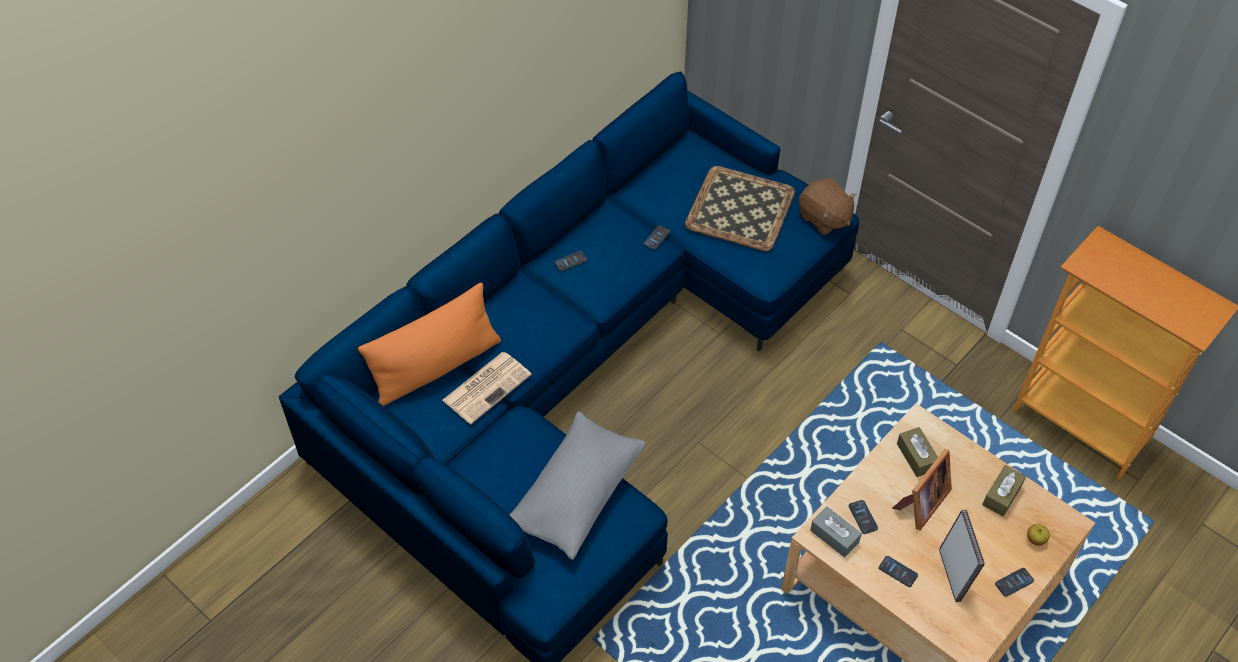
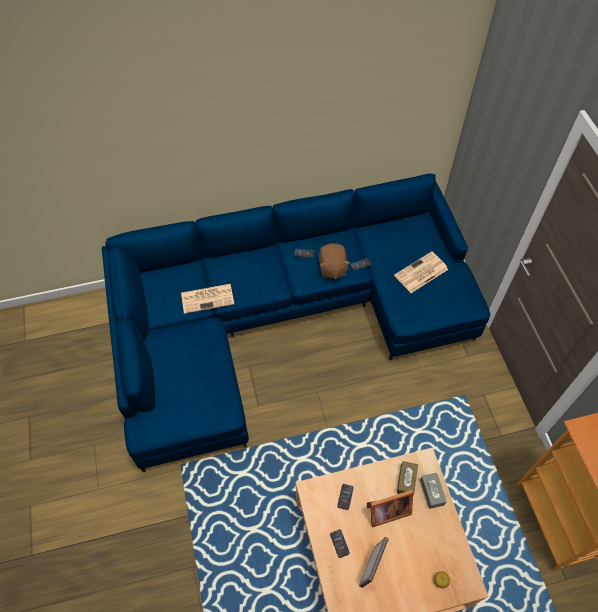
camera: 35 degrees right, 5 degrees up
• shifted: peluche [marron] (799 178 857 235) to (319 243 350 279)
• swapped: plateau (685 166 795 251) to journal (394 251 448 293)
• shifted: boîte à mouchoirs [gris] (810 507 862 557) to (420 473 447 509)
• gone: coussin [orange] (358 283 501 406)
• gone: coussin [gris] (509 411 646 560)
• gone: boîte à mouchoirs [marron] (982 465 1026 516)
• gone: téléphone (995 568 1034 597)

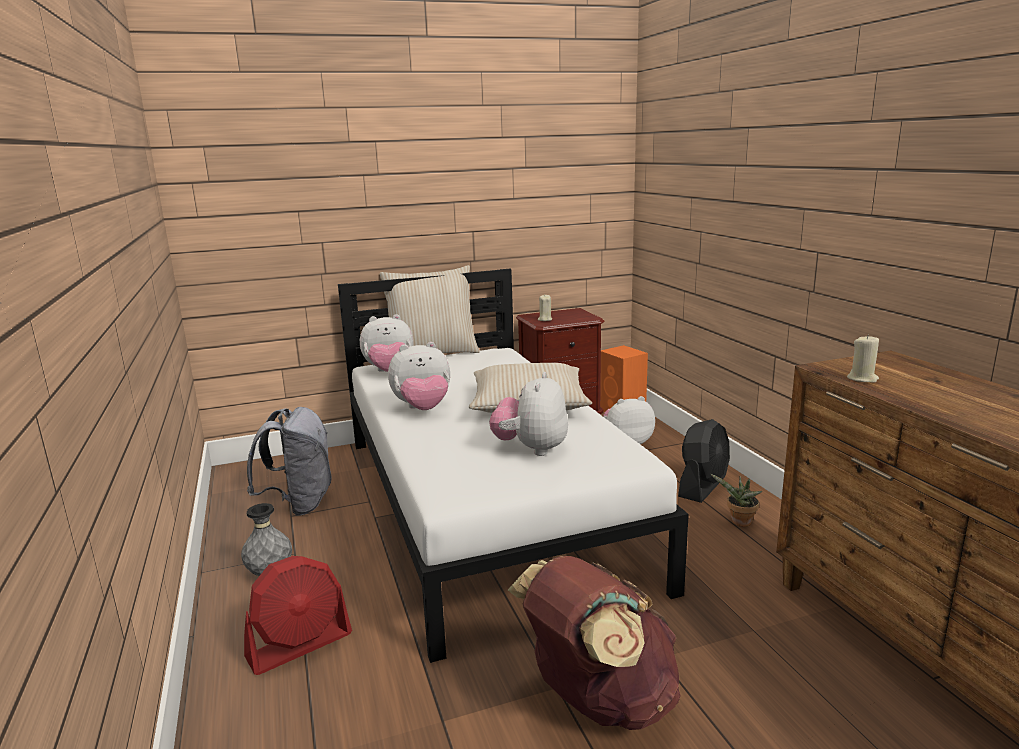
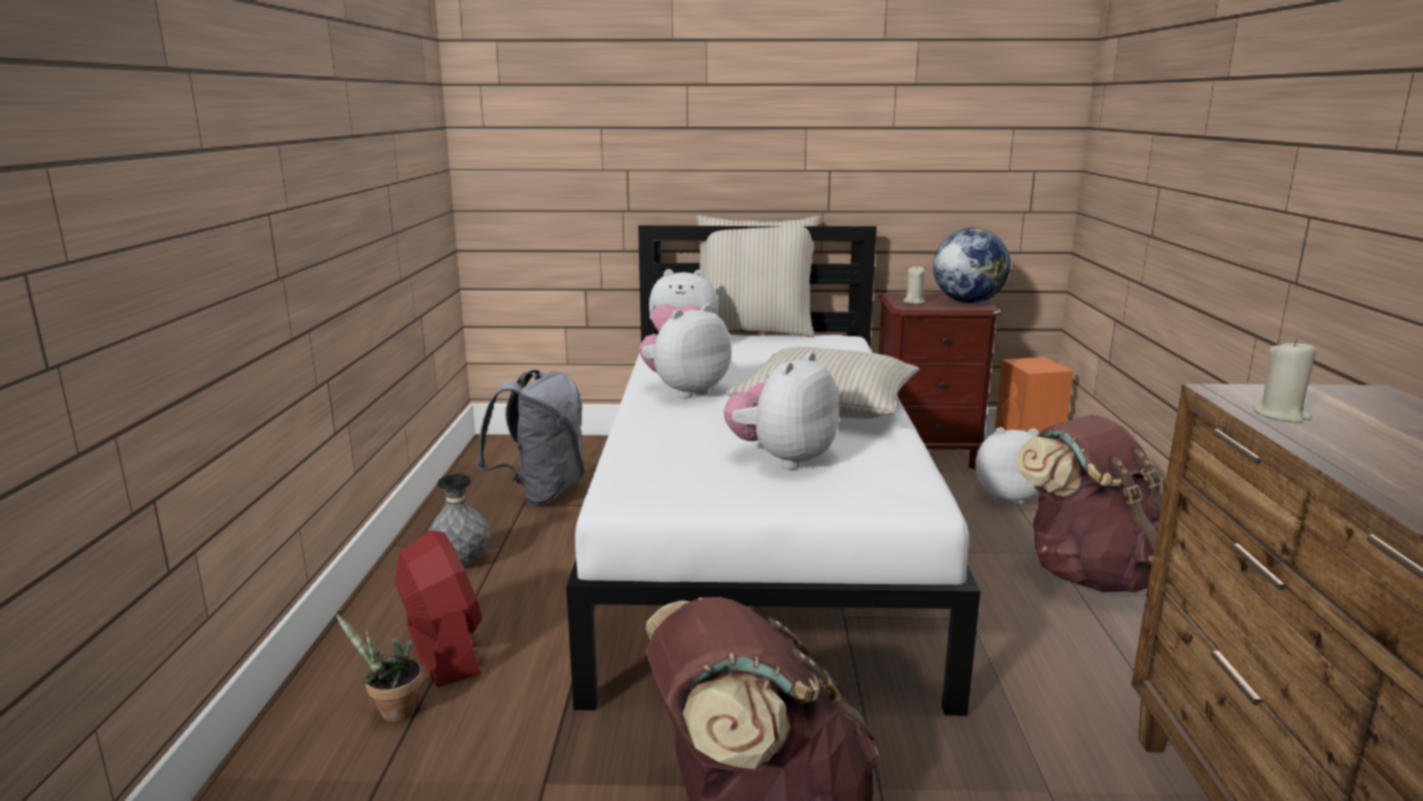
camera: 20 degrees right, 0 degrees up
• shifted: plante en pot (711 474 763 527) to (336 614 423 722)
• rotated: ventilateur [rouge] (244 556 352 675) = (395 530 482 687) 105 degrees counterclockwise
• rotated: peluche (388 342 450 410) = (639 304 731 398) 135 degrees clockwise
• new: globe (933 228 1011 303)
• swapped: ventilateur [noir] (678 419 730 503) to sac à dos [marron] (1015 415 1163 592)

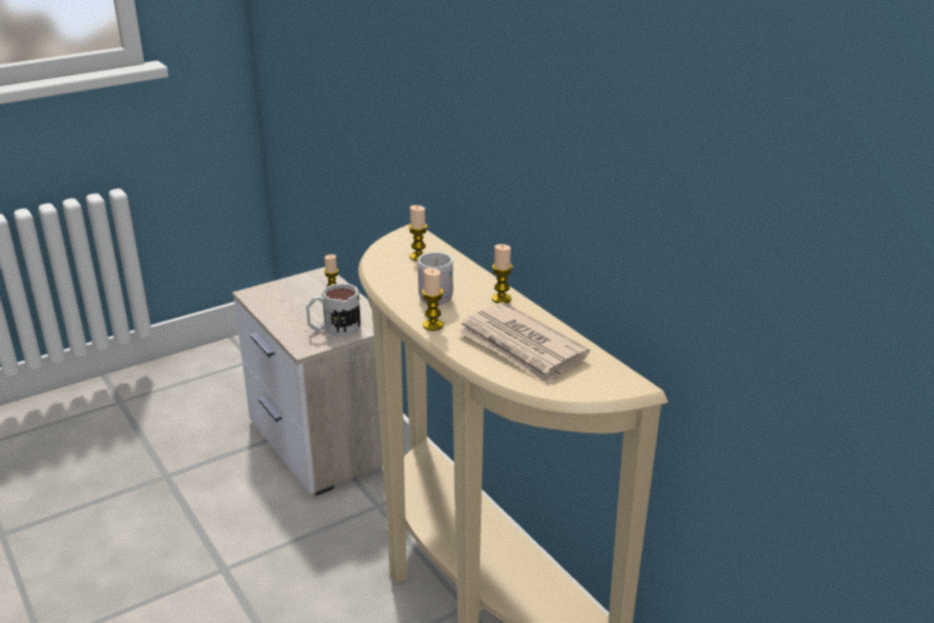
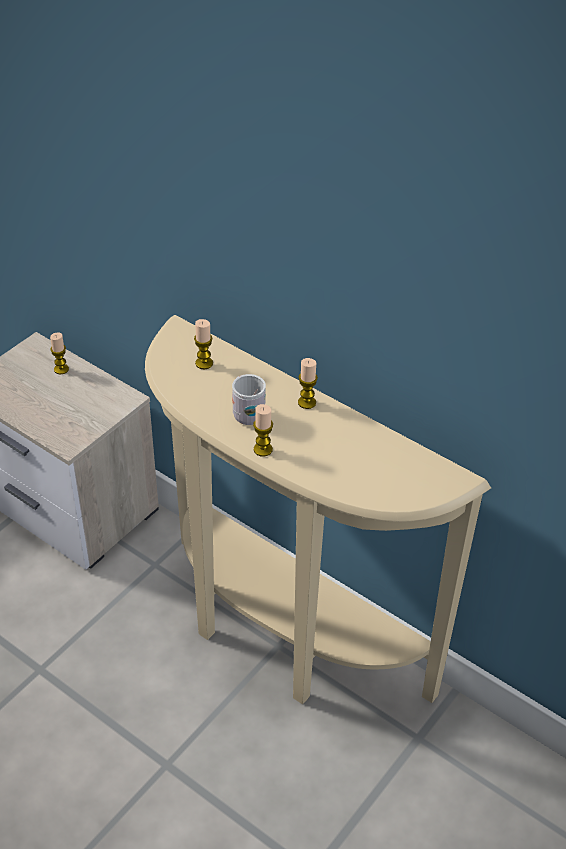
camera: 20 degrees left, 15 degrees up
• gone: mug (306 283 361 337)
• gone: journal (458 302 590 384)

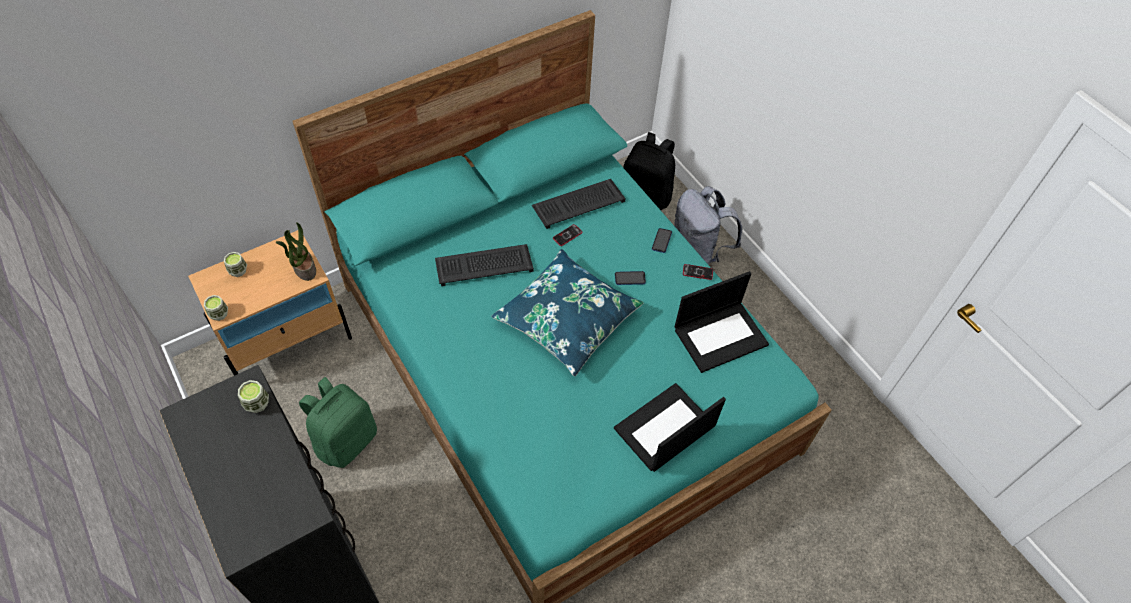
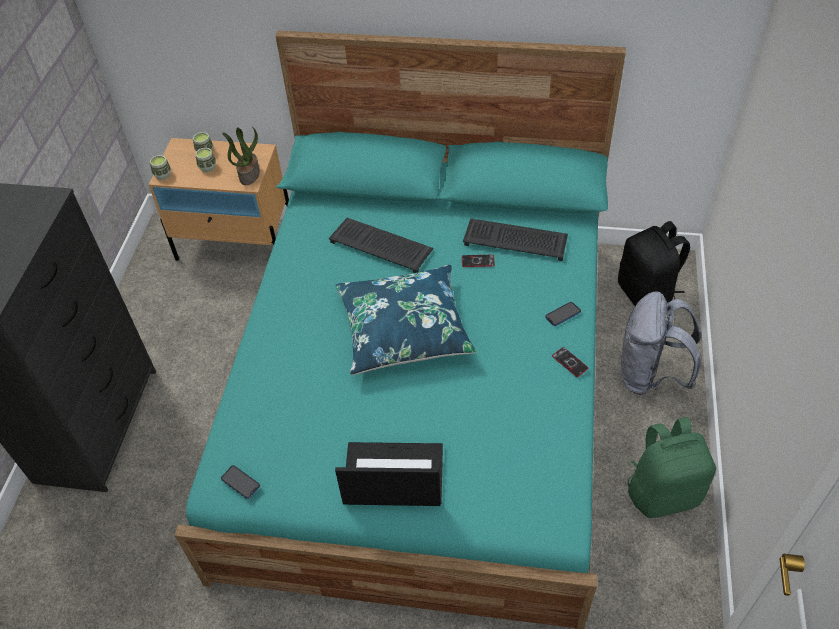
camera: 45 degrees right, 5 degrees down
• shifted: tasse (238 380 269 413) to (195 148 216 173)
• shifted: téléphone (615 271 646 285) to (221 465 260 499)
• shifted: sac à dos [vert] (299 377 377 468) to (628 417 716 518)
• gone: ordinateur portable (675 271 769 373)

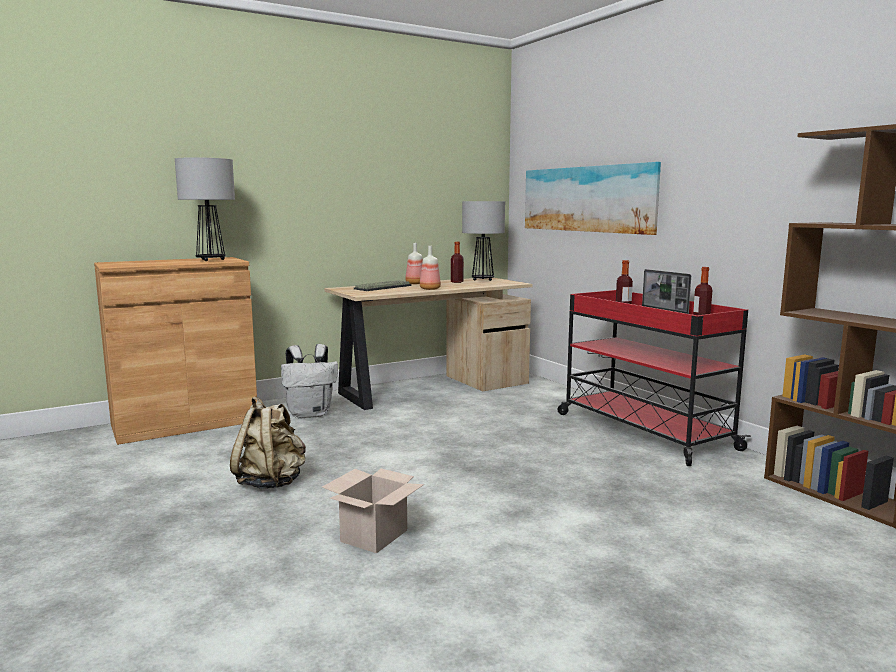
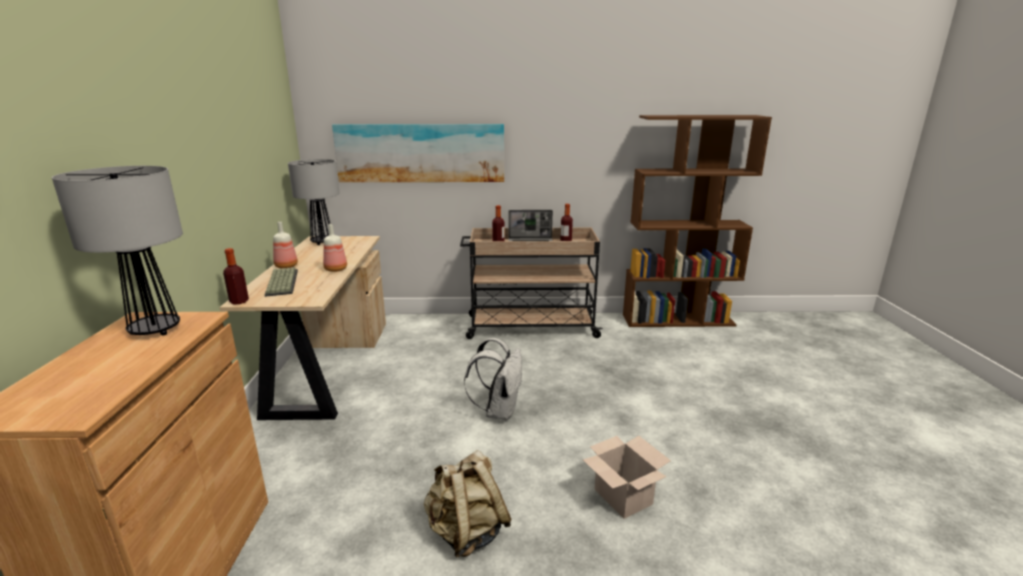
camera: 60 degrees left, 10 degrees up
• shifted: bouteille (451 242 464 283) to (223 248 249 304)
• repainted: chariot [rouge] (557 290 751 466) to chariot [beige] (460 228 603 339)
• shifted: sac à dos [blanc] (281 344 338 418) to (464 338 522 421)

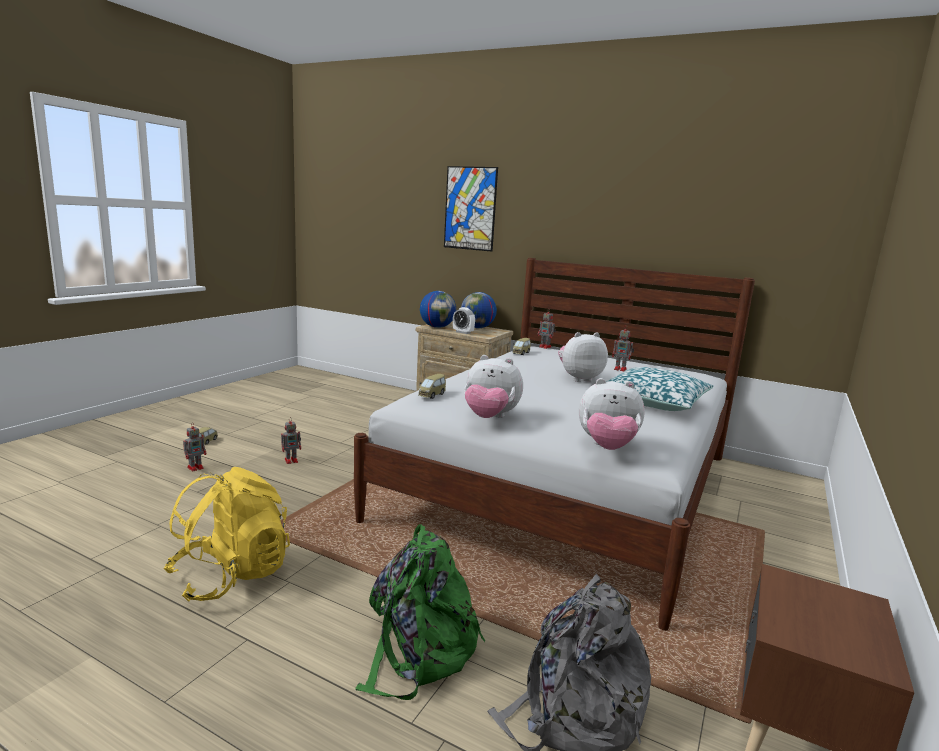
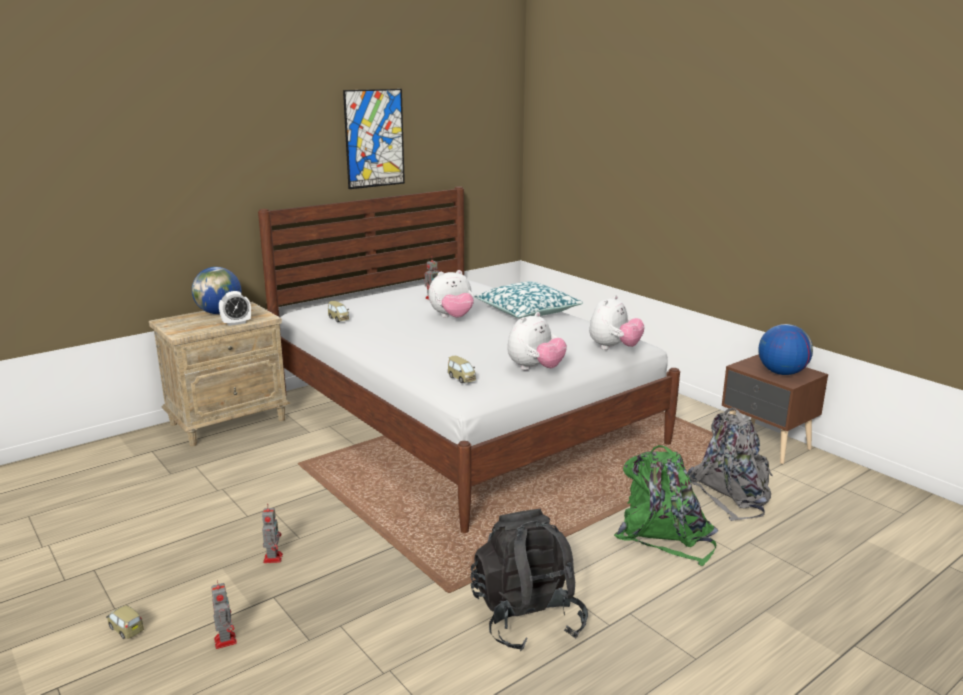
camera: 65 degrees left, 5 degrees up
• shifted: tableau (444 166 498 252) to (343 89 405 189)
• rotated: peluche (559 332 608 382) = (428 270 474 318) 120 degrees counterclockwise
• repainted: sac à dos [jaune] (163 467 290 602) to sac à dos [noir] (471 509 588 652)
• shifted: globe (420 291 456 328) to (758 324 813 375)
• gone: robot jouet (537 309 556 349)

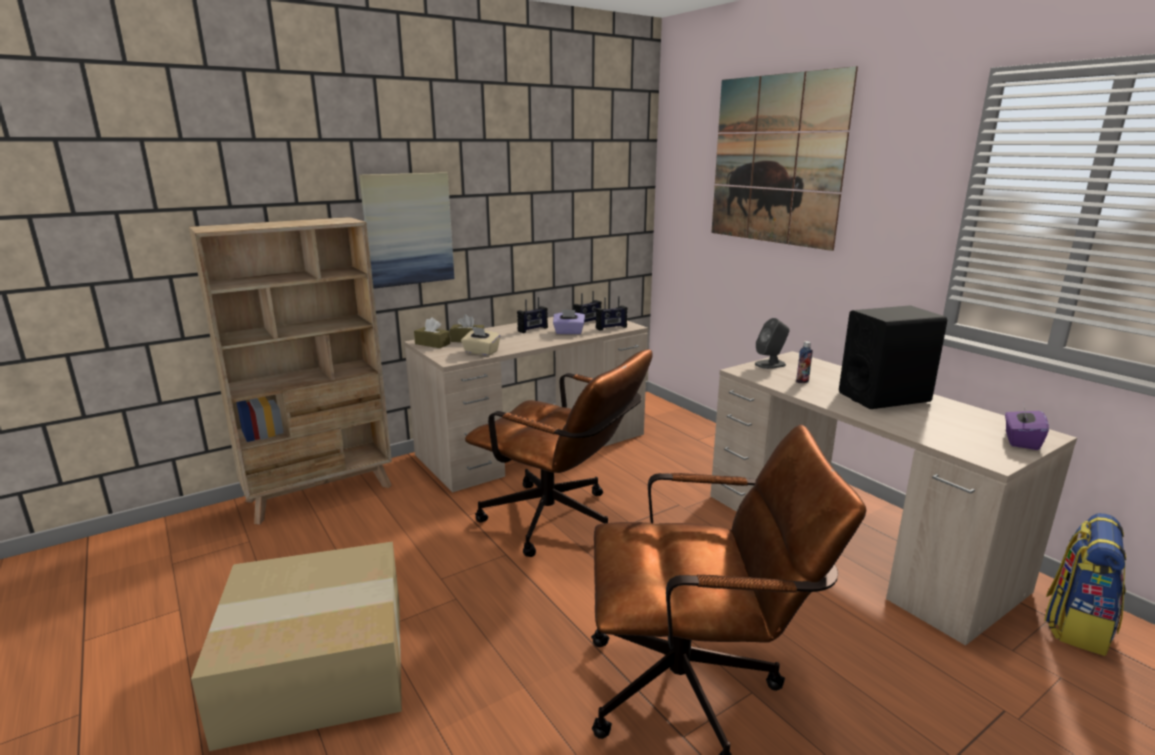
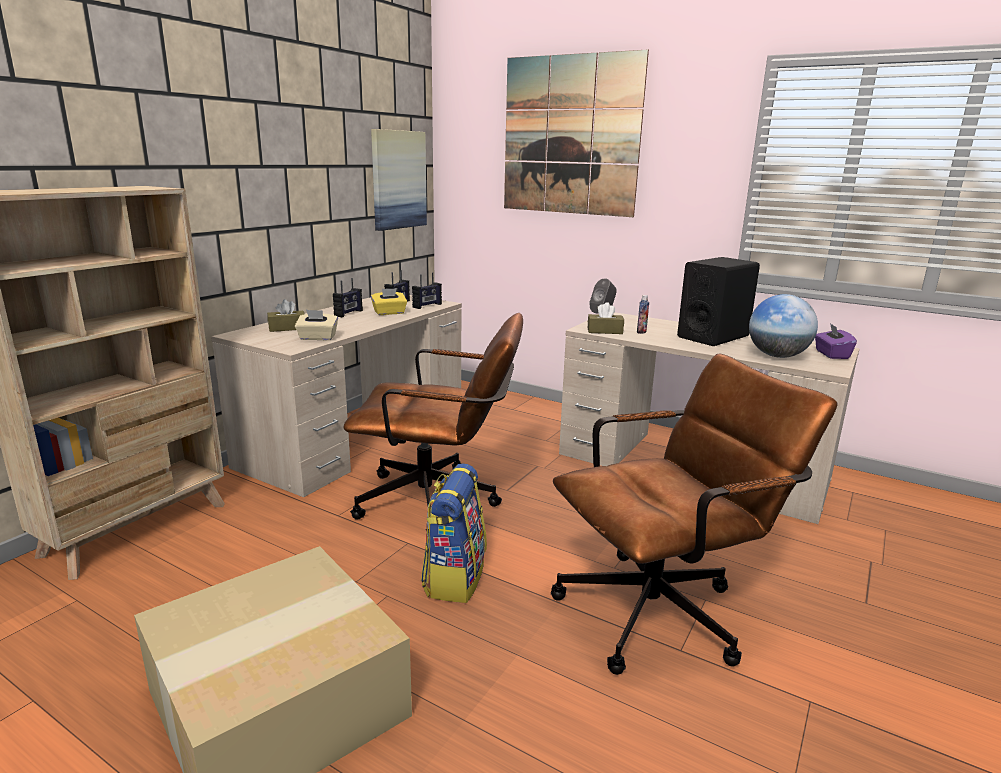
camera: 25 degrees left, 0 degrees up
• shifted: tableau (359 172 454 289) to (371 129 427 231)
• repainted: boîte à mouchoirs [violet] (553 309 585 334) to boîte à mouchoirs [jaune] (371 288 407 315)
• shifted: sac à dos (1044 513 1126 656) to (421 463 487 603)
• shifted: boîte à mouchoirs [marron] (414 317 450 348) to (588 302 624 334)
• new: globe (749 294 818 358)

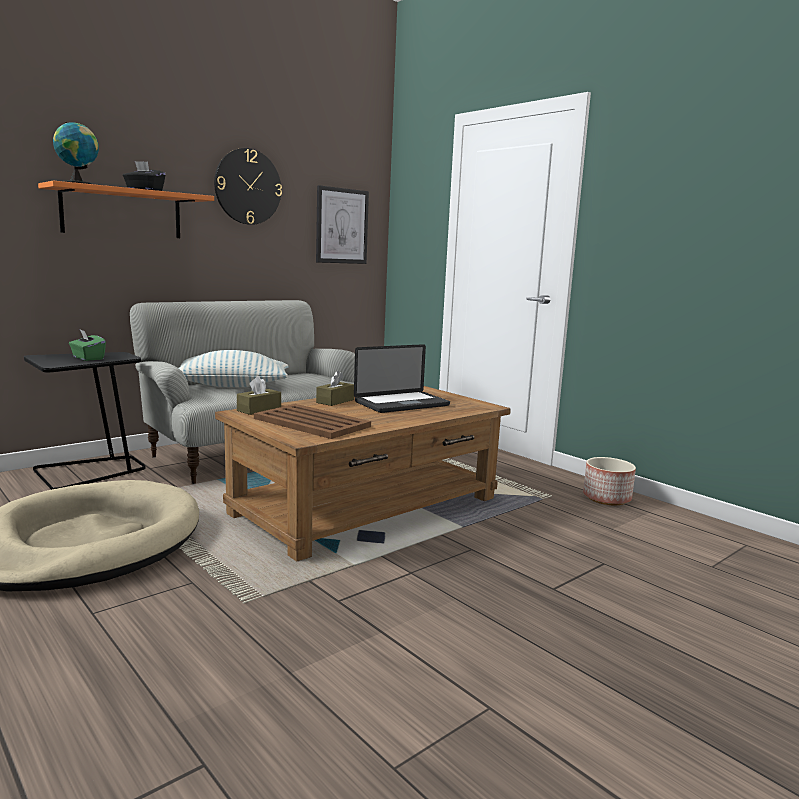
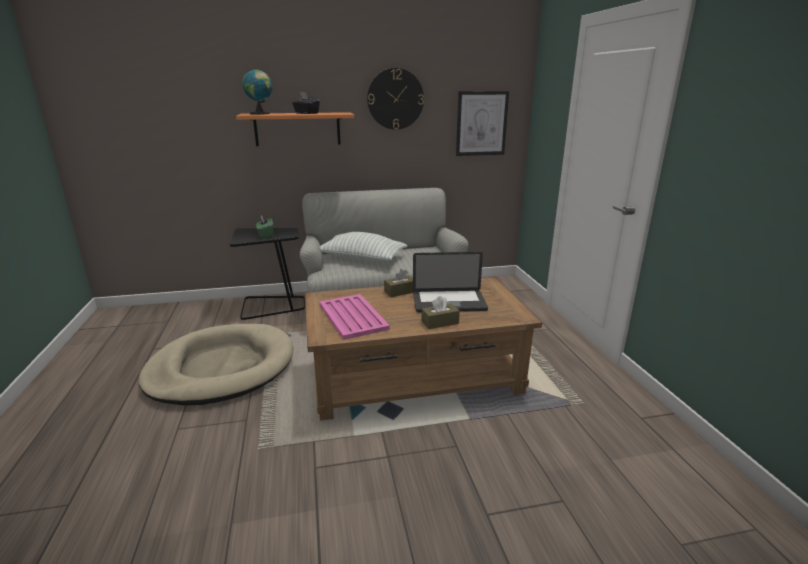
camera: 30 degrees right, 10 degrees up
• repainted: plateau [marron] (254 404 371 439) to plateau [rose] (319 294 390 340)
• shifted: boîte à mouchoirs [marron] (237 376 281 415) to (421 296 460 329)
• gone: cache-pot (583 457 636 505)

